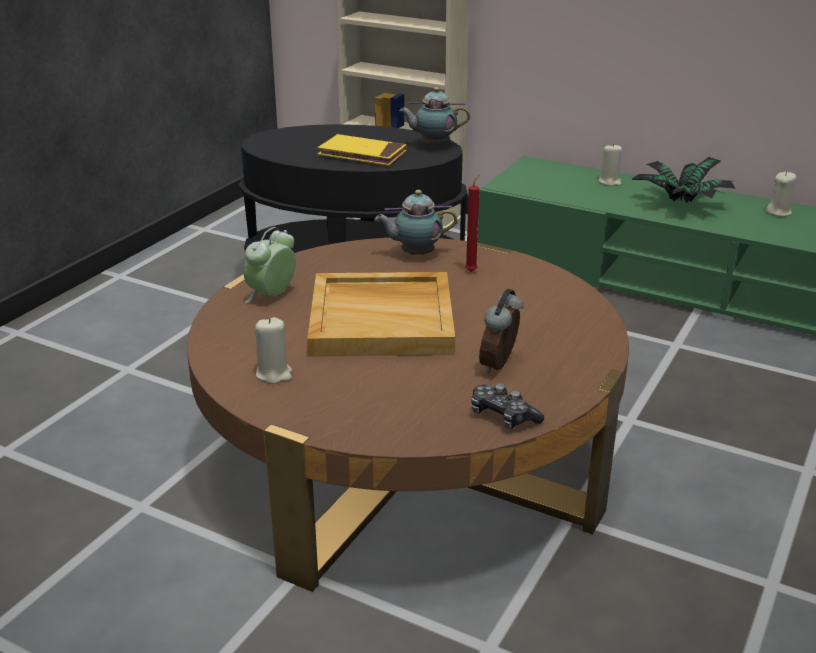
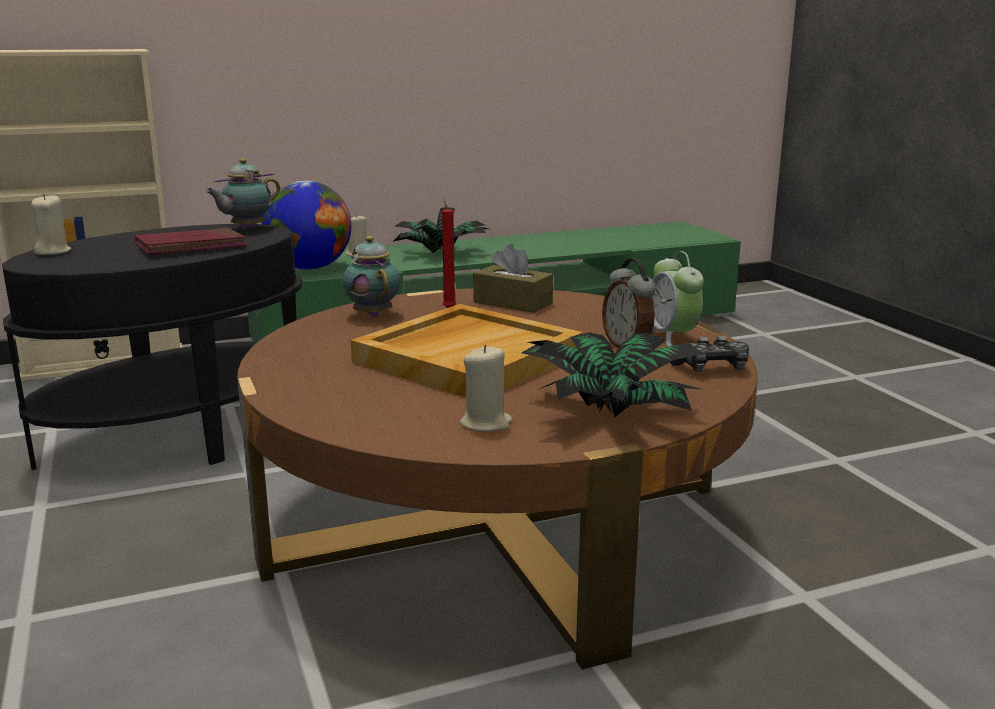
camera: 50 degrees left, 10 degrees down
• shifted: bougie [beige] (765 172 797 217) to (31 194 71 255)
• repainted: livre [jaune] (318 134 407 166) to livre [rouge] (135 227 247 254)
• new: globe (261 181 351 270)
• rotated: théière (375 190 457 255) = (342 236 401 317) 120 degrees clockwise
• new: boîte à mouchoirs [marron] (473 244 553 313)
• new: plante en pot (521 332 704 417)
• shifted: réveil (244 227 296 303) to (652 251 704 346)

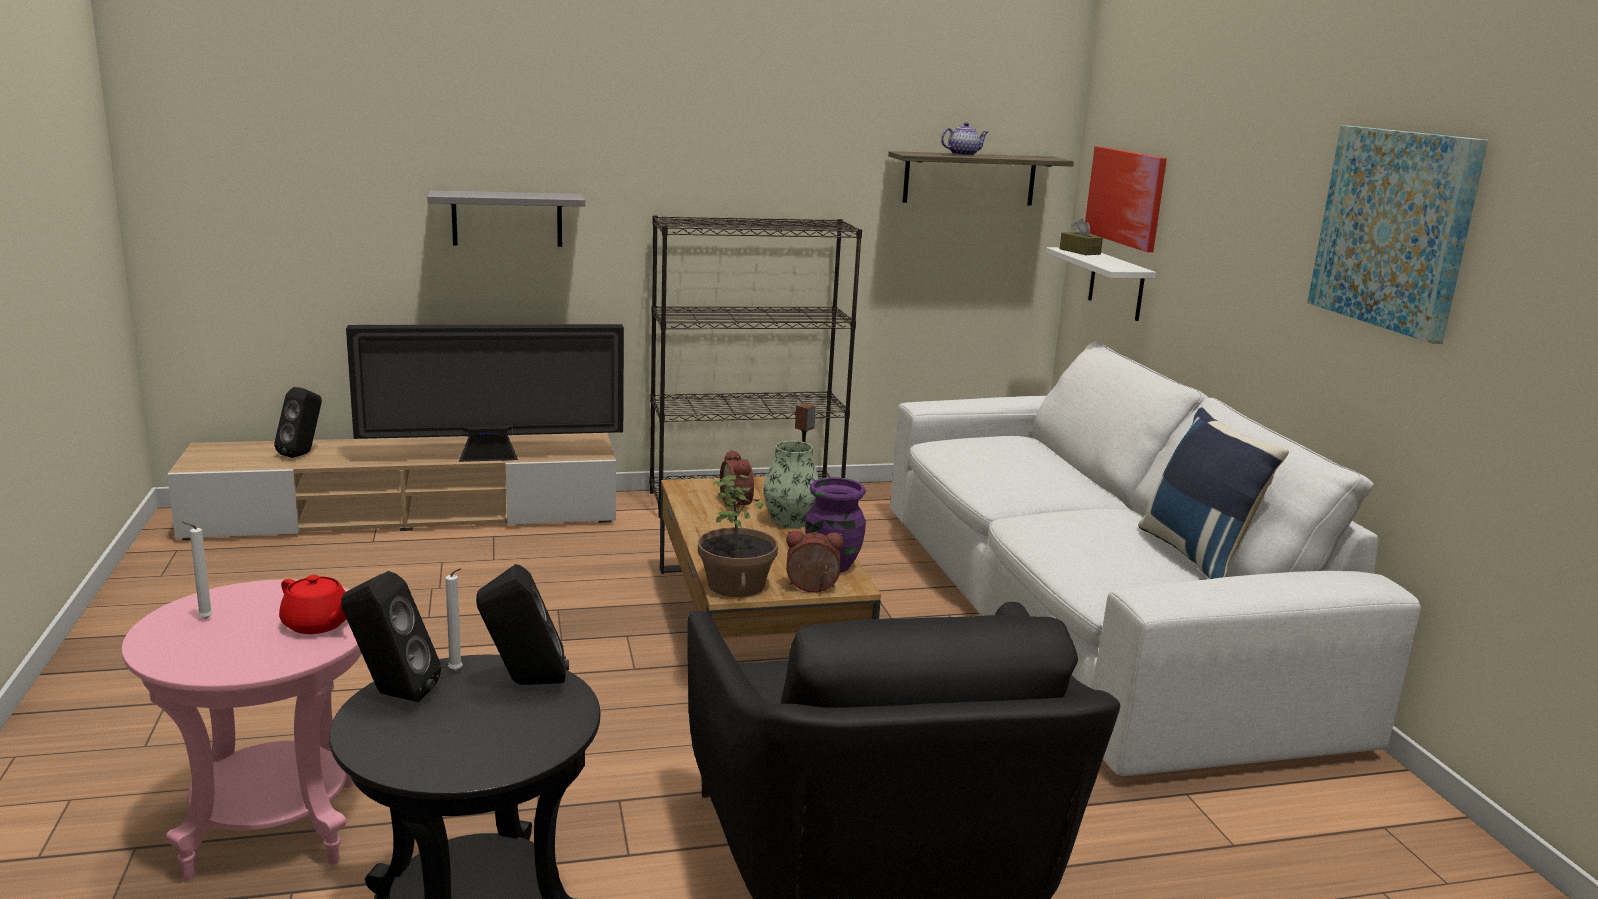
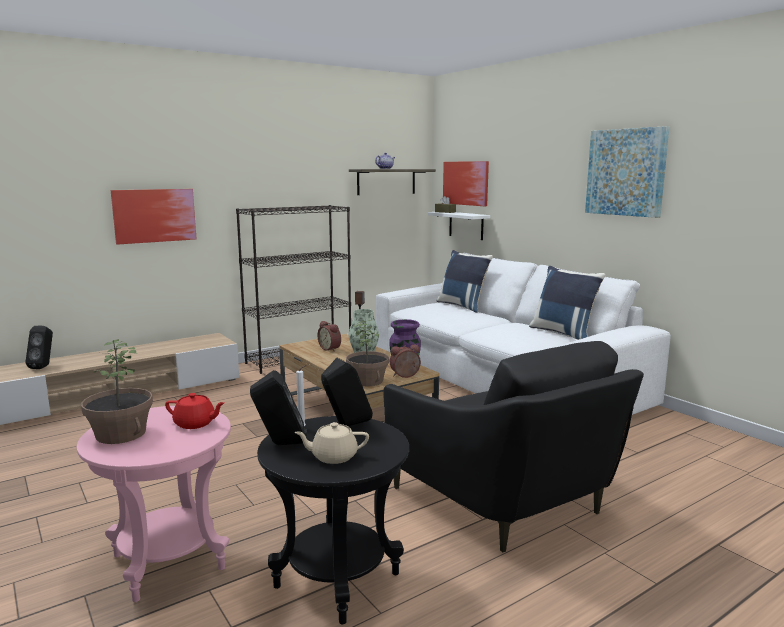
camera: 20 degrees left, 5 degrees down
• swapped: bougie [blanc] (182 522 213 619) to plante en pot (81 339 153 444)
• swapped: étagère [gris] (427 190 585 247) to tableau (110 189 197 245)
• new: théière [beige] (294 422 369 464)
• new: coussin [bleu] (437 250 493 313)
• gone: téléviseur (346 324 624 462)

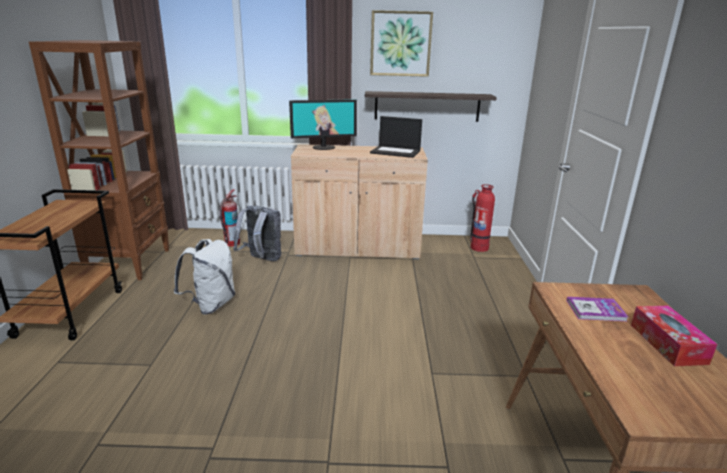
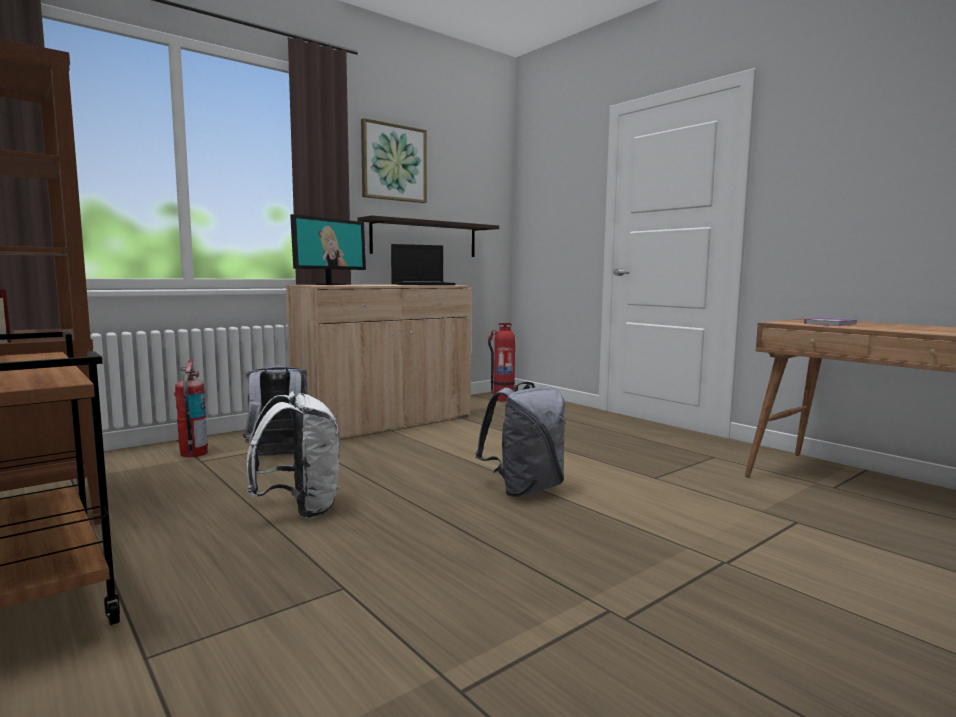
camera: 40 degrees left, 15 degrees down
• new: sac à dos [gris] (476 382 565 497)
• gone: boîte à mouchoirs (631 306 717 366)

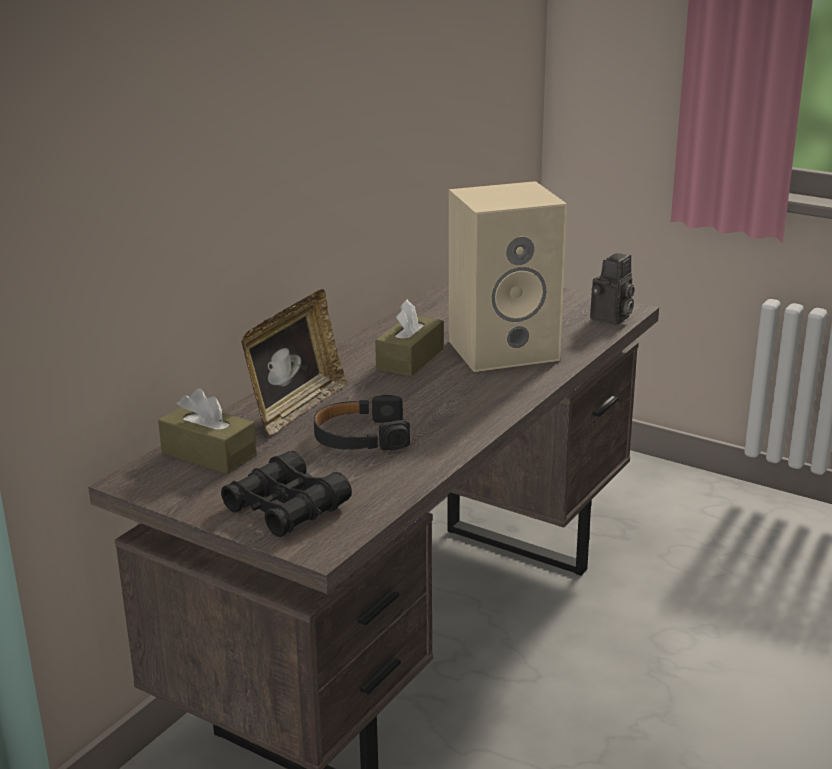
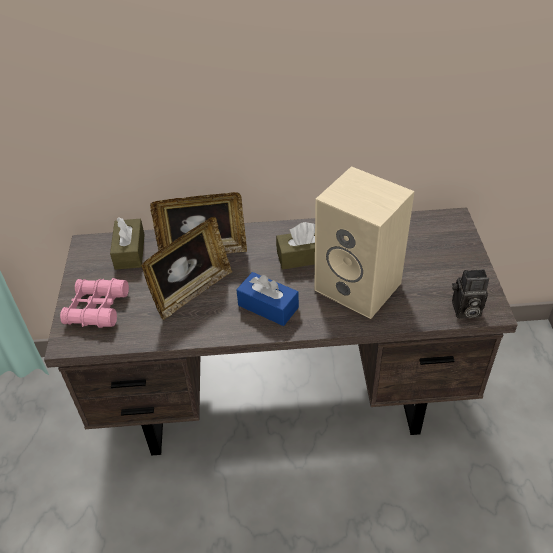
camera: 55 degrees right, 20 degrees up
• repainted: jumelles [noir] (221 450 352 537) to jumelles [rose] (60 278 129 328)
• swapped: casque audio [noir] (314 395 410 450) to cadre photo (141 217 232 320)
• new: boîte à mouchoirs [bleu] (236 272 299 326)

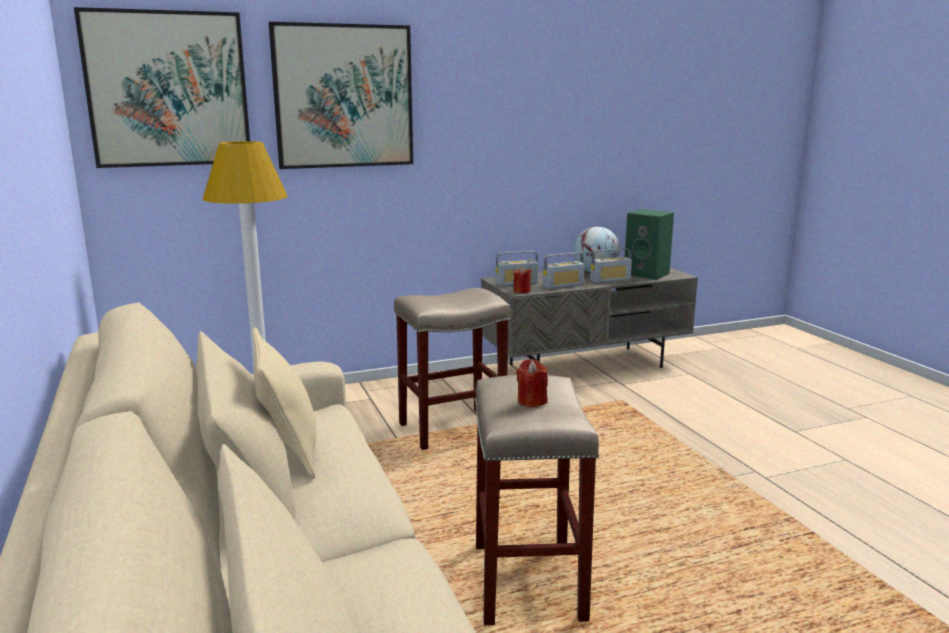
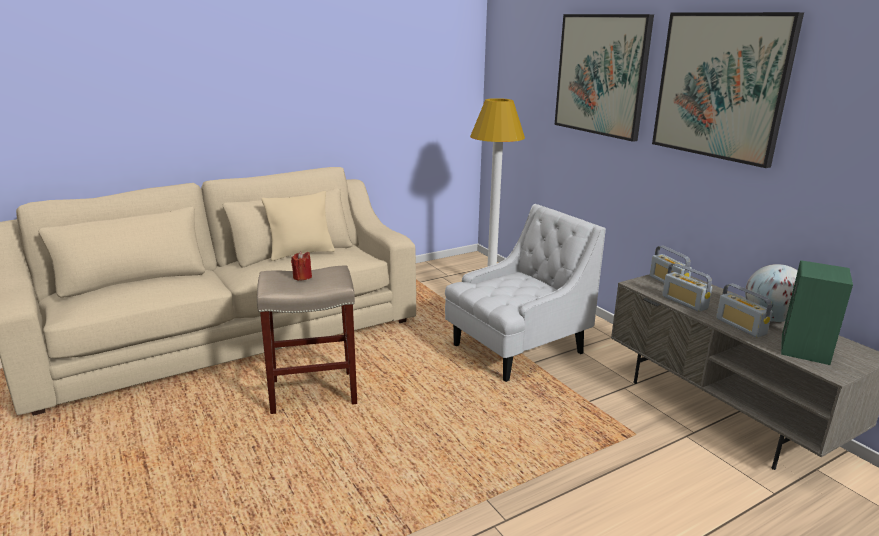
camera: 80 degrees right, 5 degrees up
• swapped: tabouret [beige] (394 288 510 450) to fauteuil [blanc] (445 204 606 382)
• shifted: tableau (74 7 250 168) to (652 12 804 168)
• gone: bougie [rouge] (514 267 531 293)

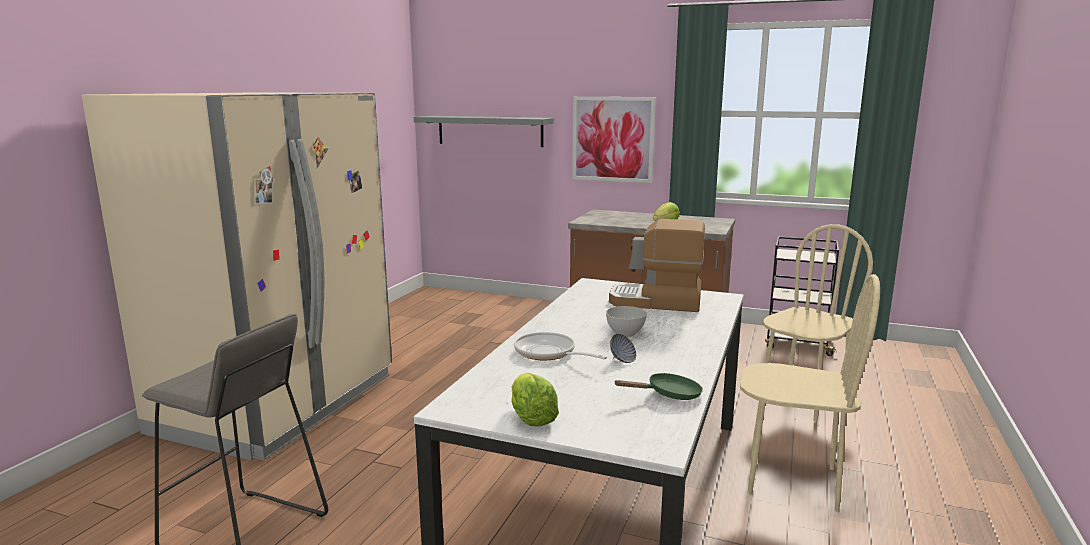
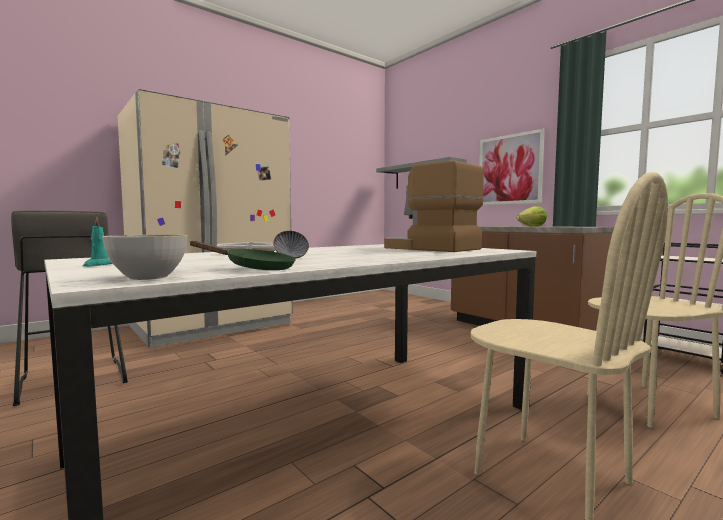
camera: 30 degrees right, 10 degrees down
• swapped: laitue (511 373 559 427) to bougie [turquoise] (83 216 113 267)
• shifted: bol [gris] (606 306 647 337) to (102 235 188 280)

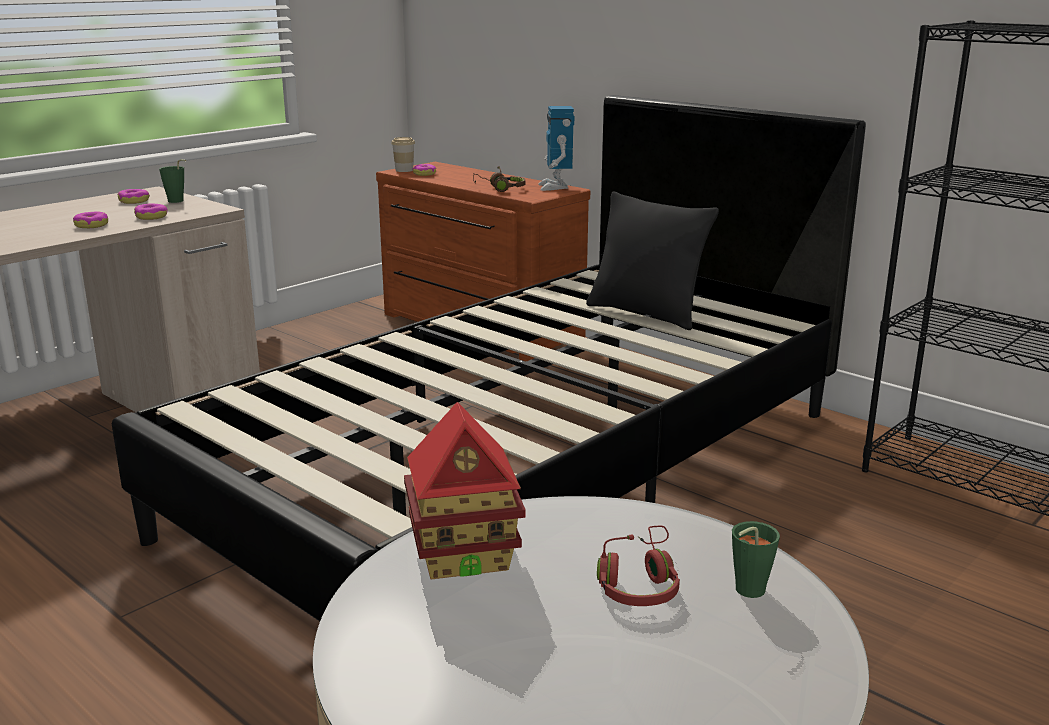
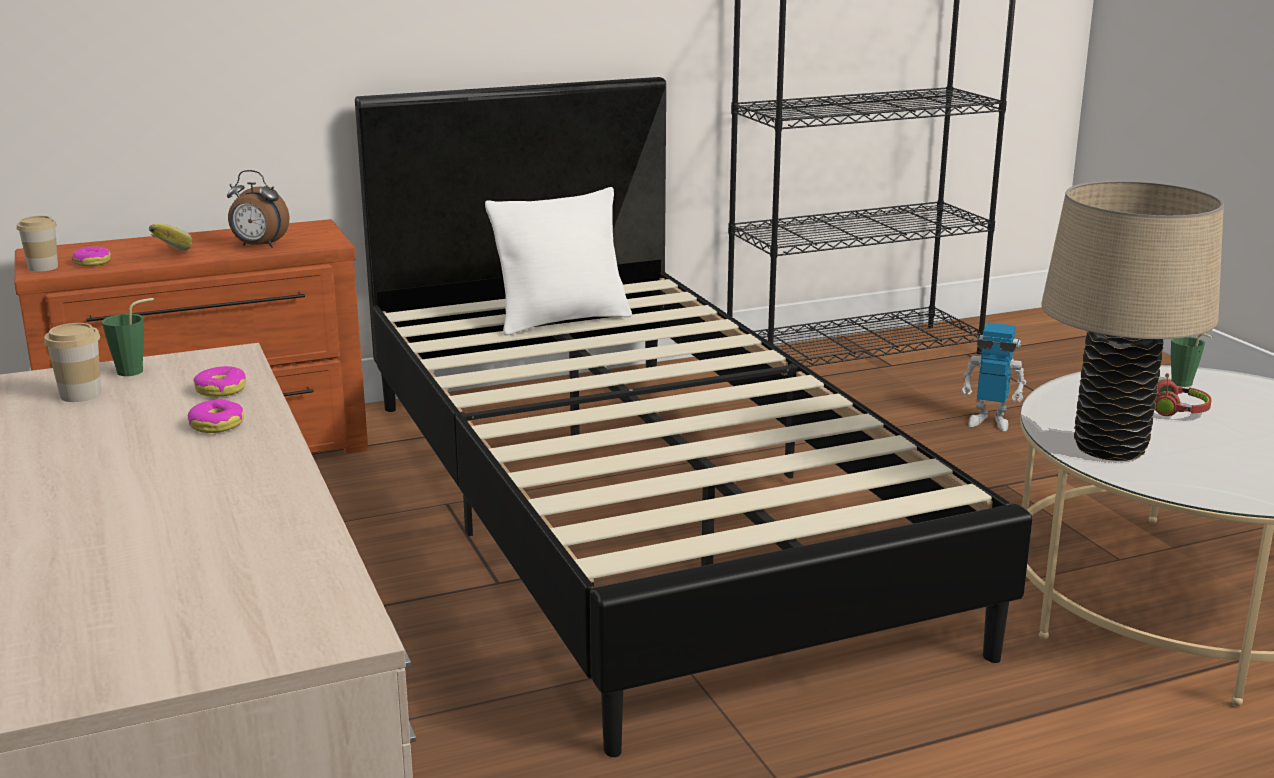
camera: 65 degrees left, 0 degrees up
• swapped: beignet (118 189 150 204) to tasse (44 323 101 402)
• new: banane (149 224 192 251)
• swapped: casque audio [marron] (473 166 525 192) to réveil (227 170 289 248)
• repainted: coussin [noir] (586 191 719 330) to coussin [blanc] (485 187 632 336)
• shifted: robot jouet (538 106 574 191) to (961 323 1026 431)
• swapped: maison miniature (404 402 526 579) to lampe de table [beige] (1041 180 1224 461)

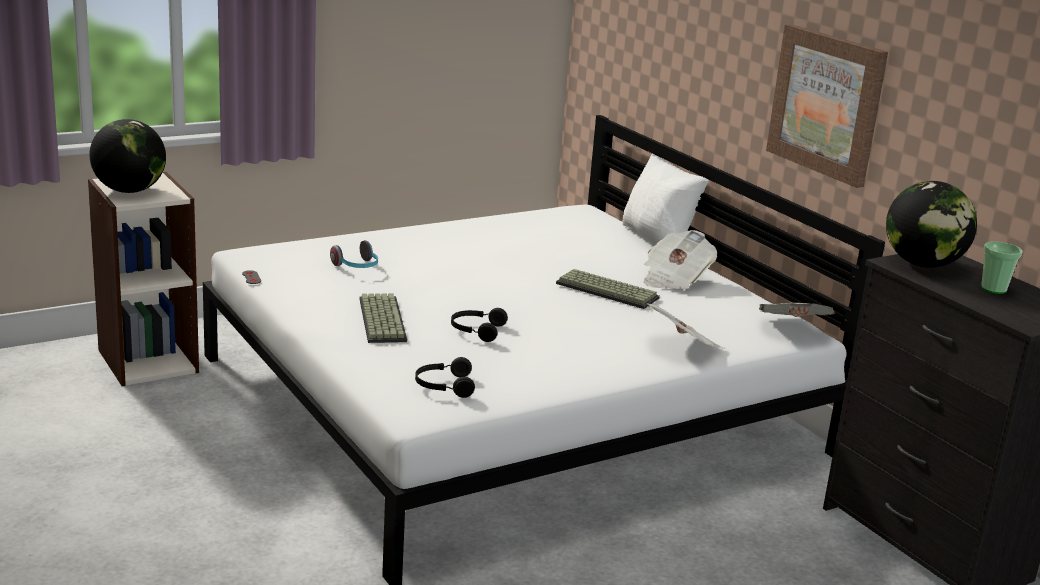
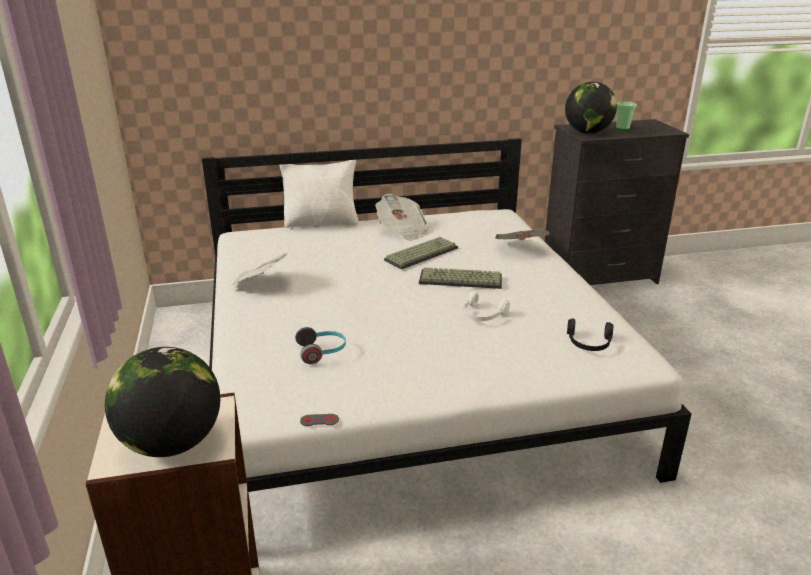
camera: 70 degrees left, 5 degrees up
• shifted: journal (759 303 835 317) to (230 252 287 286)
• shifted: clavier (360 293 407 343) to (419 267 502 289)
• repainted: casque audio [noir] (451 308 508 342) to casque audio [blanc] (463 291 510 321)
• gone: tableau (766 24 888 188)

